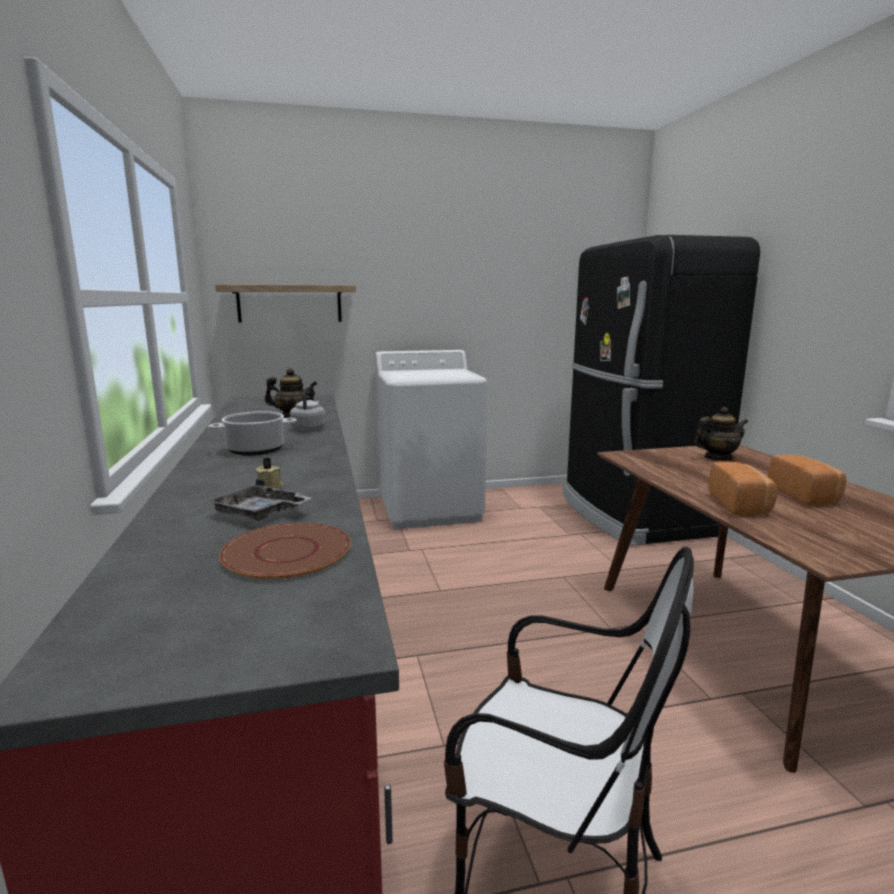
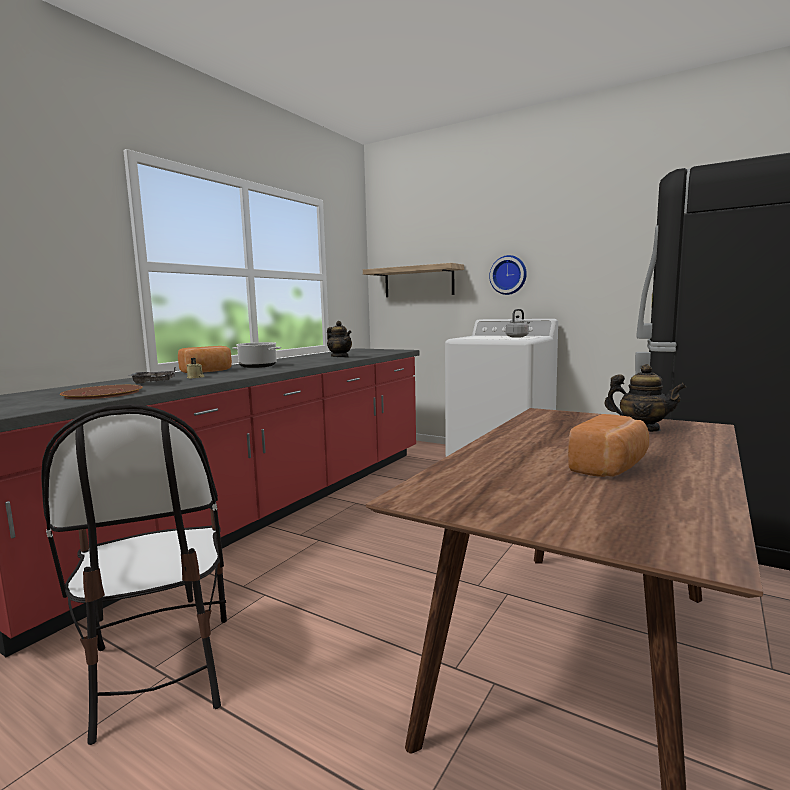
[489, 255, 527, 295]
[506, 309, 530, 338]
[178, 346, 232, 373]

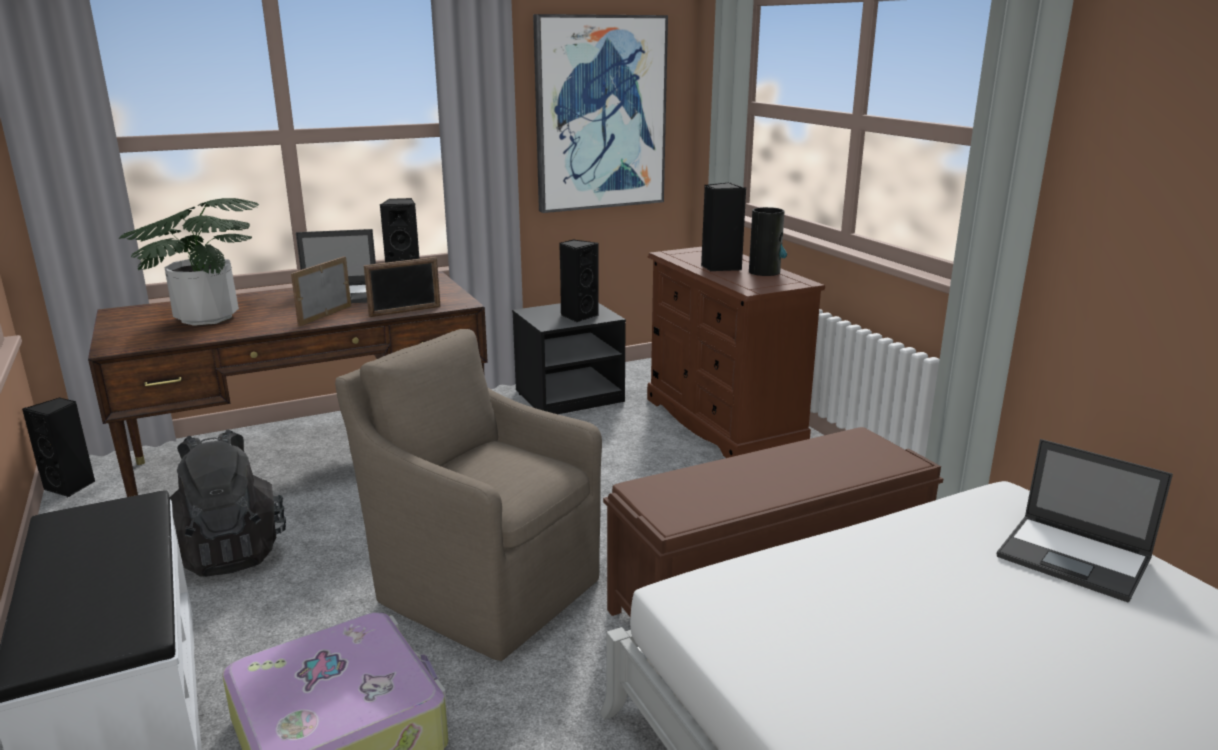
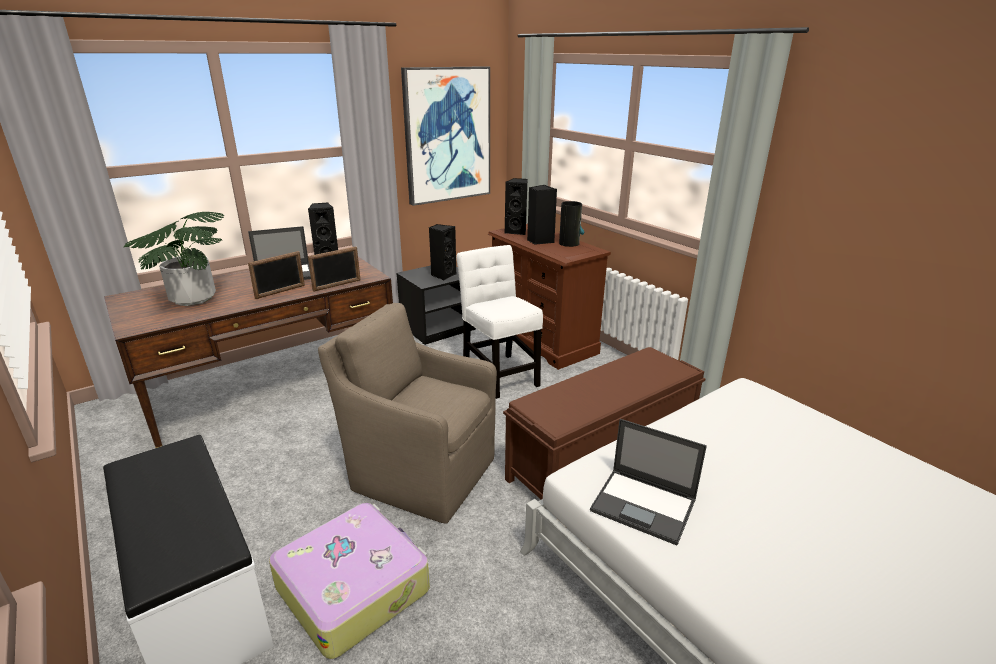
[170, 429, 286, 577] (first image)
[456, 245, 543, 399]
[505, 178, 527, 235]
[590, 419, 707, 545]
[248, 251, 305, 299]

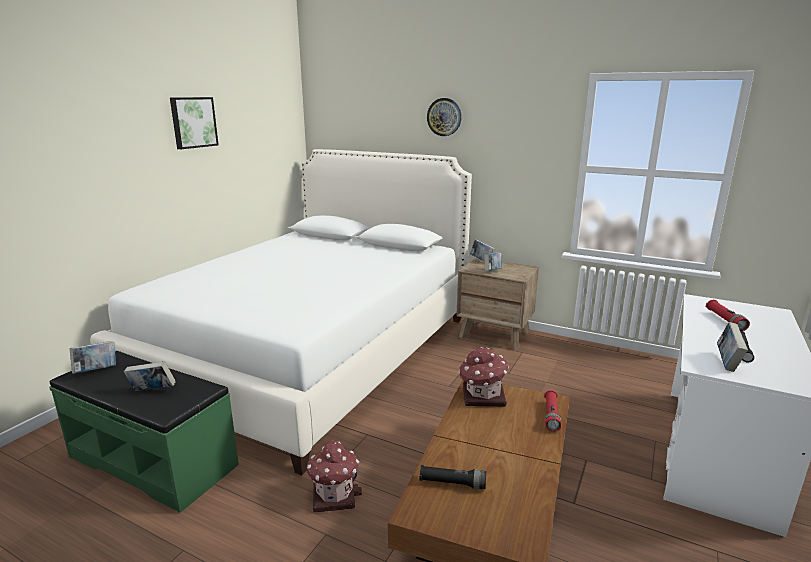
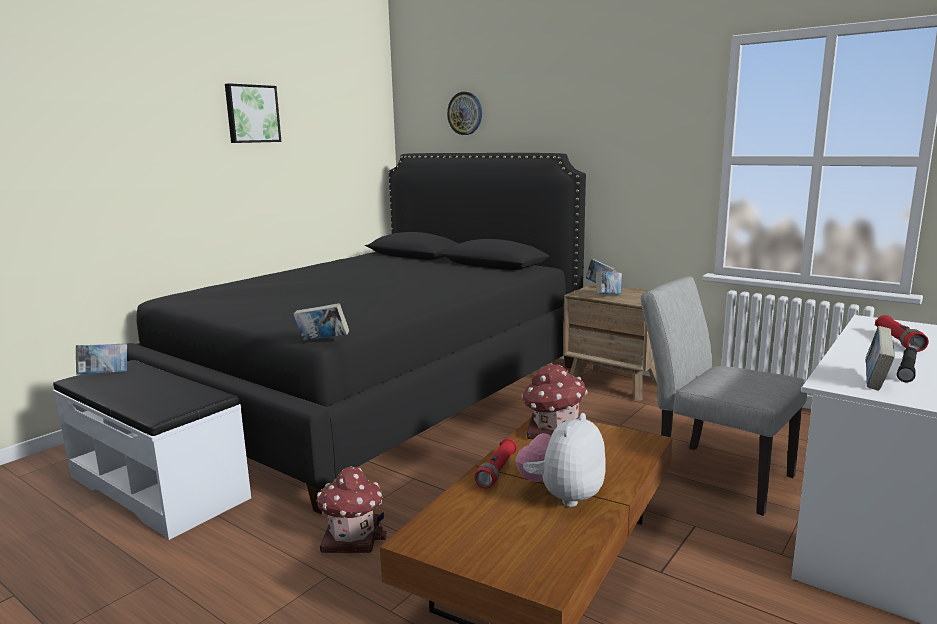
[420, 465, 486, 489] (first image)
[516, 413, 606, 507]
[641, 276, 807, 516]
[293, 303, 349, 341]
[447, 92, 482, 135]
[474, 438, 517, 488]
[53, 360, 251, 540]
[127, 153, 586, 514]

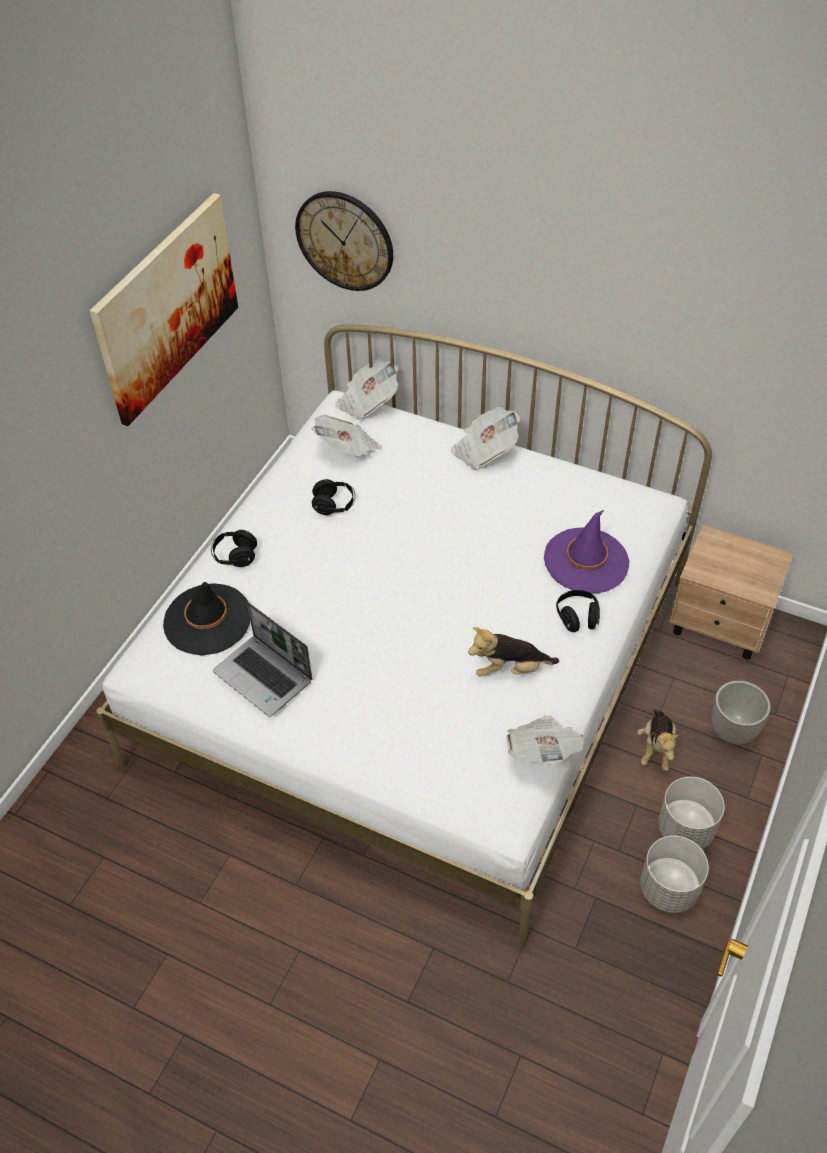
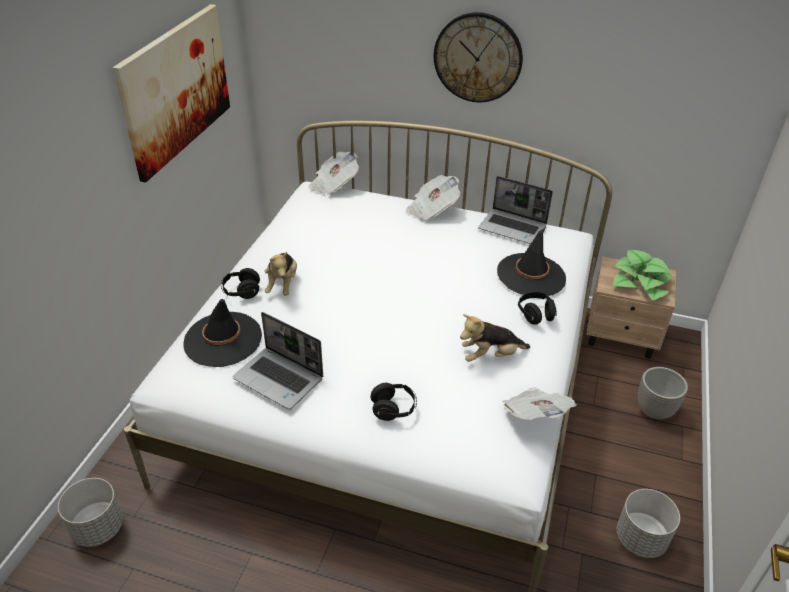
[311, 415, 382, 457] (first image)
[478, 176, 553, 244]
[613, 250, 673, 300]
[434, 12, 523, 103]
[371, 383, 417, 421]
[265, 252, 297, 296]
[58, 478, 123, 547]
[497, 228, 566, 296]

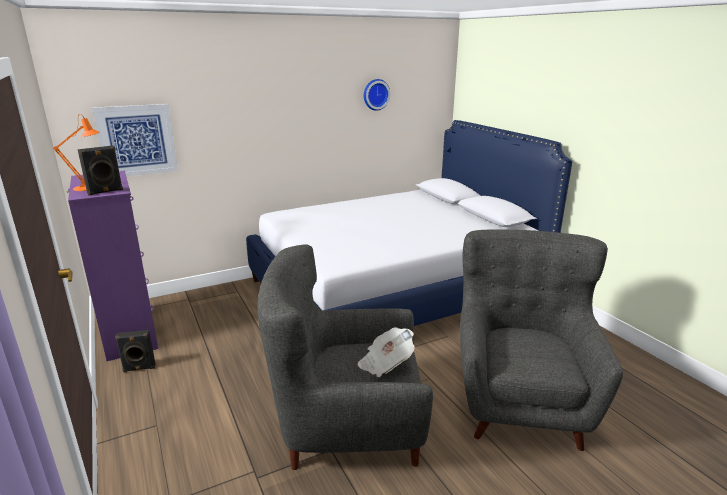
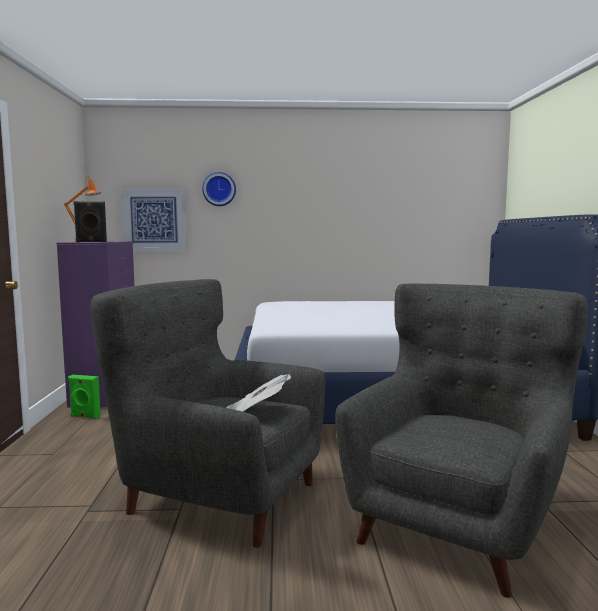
[202, 172, 236, 206]
[68, 375, 101, 418]

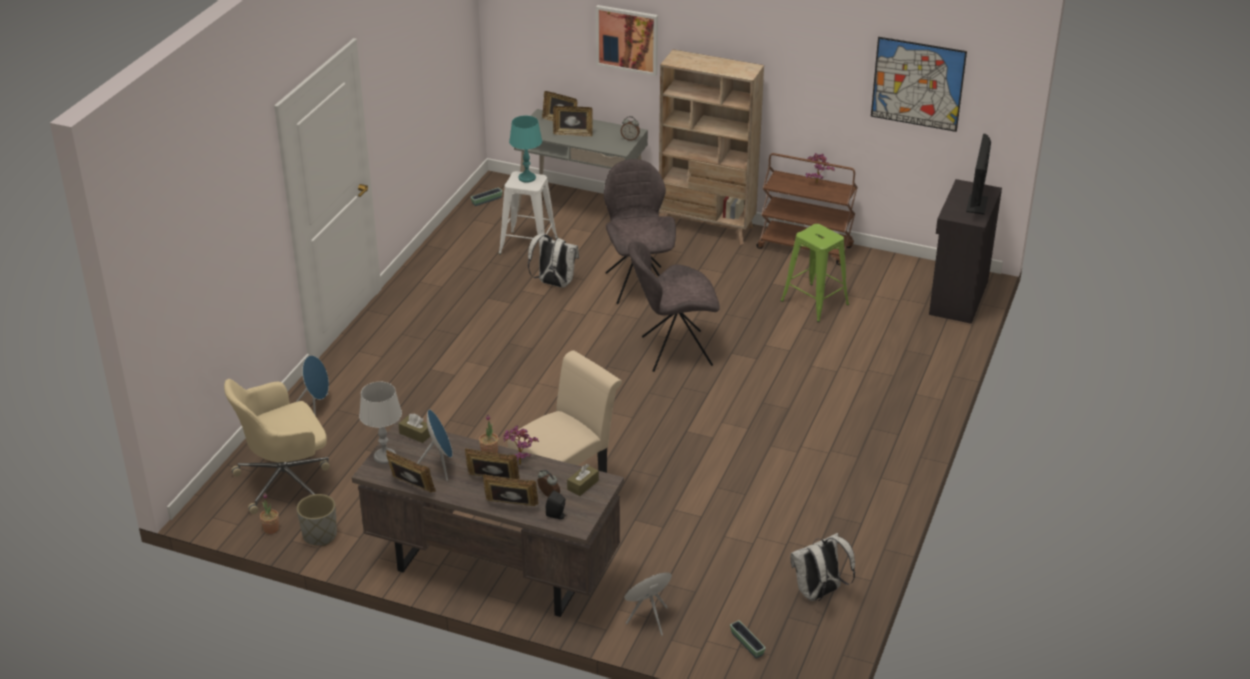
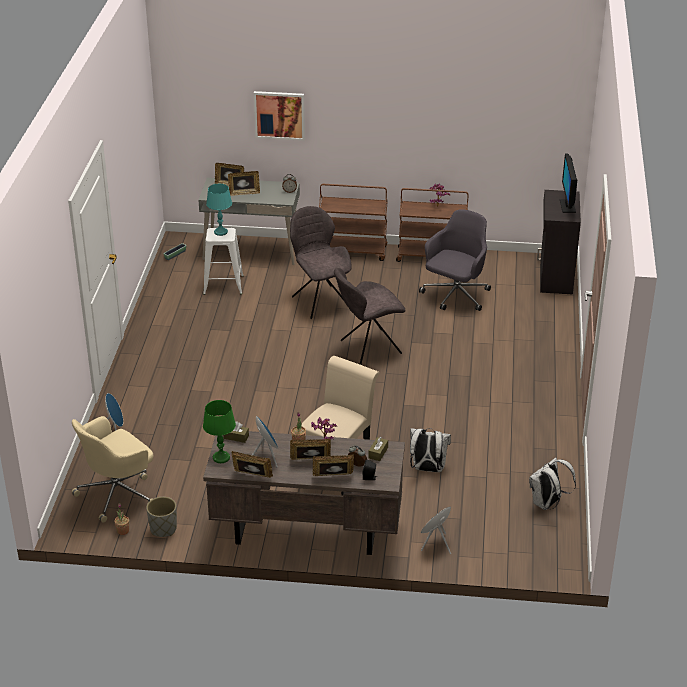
[730, 620, 766, 659] (first image)
[871, 37, 967, 132] (first image)
[410, 428, 451, 472]
[319, 184, 388, 261]
[419, 209, 491, 311]
[203, 400, 236, 463]

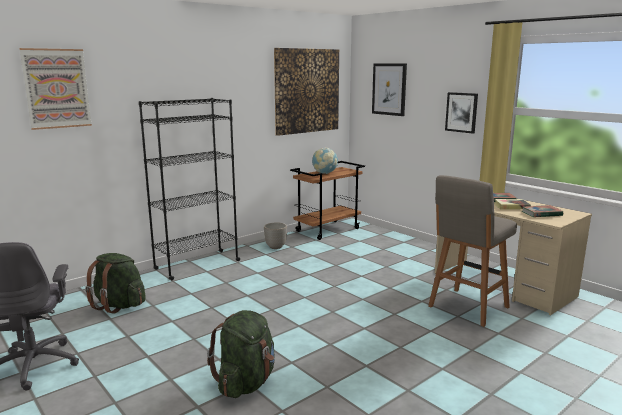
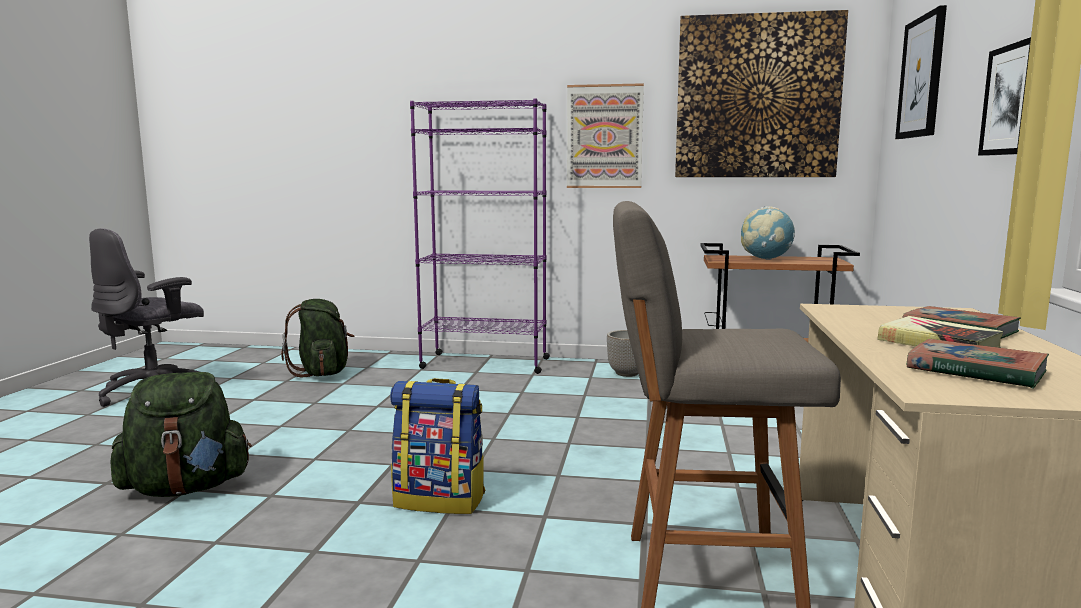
[390, 378, 485, 514]
[567, 83, 644, 188]
[410, 99, 550, 374]

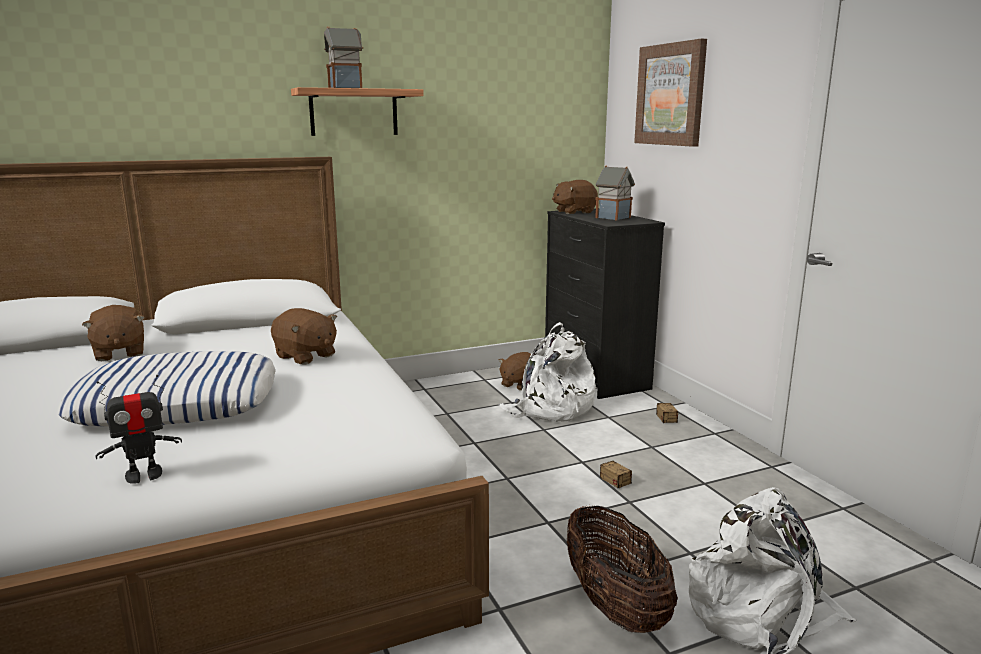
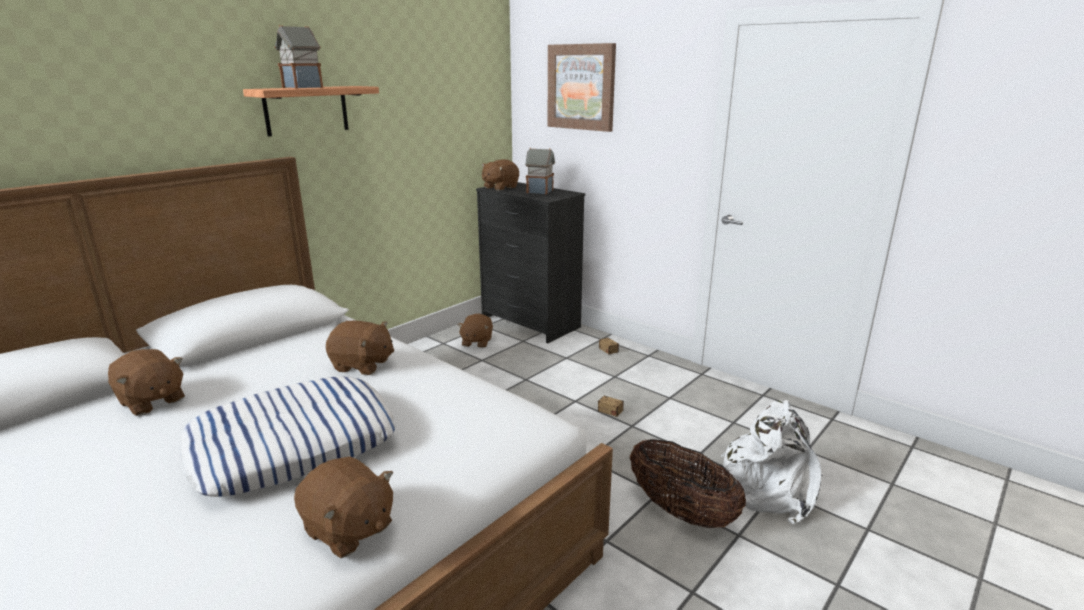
[499, 322, 596, 422] (first image)
[294, 456, 393, 558]

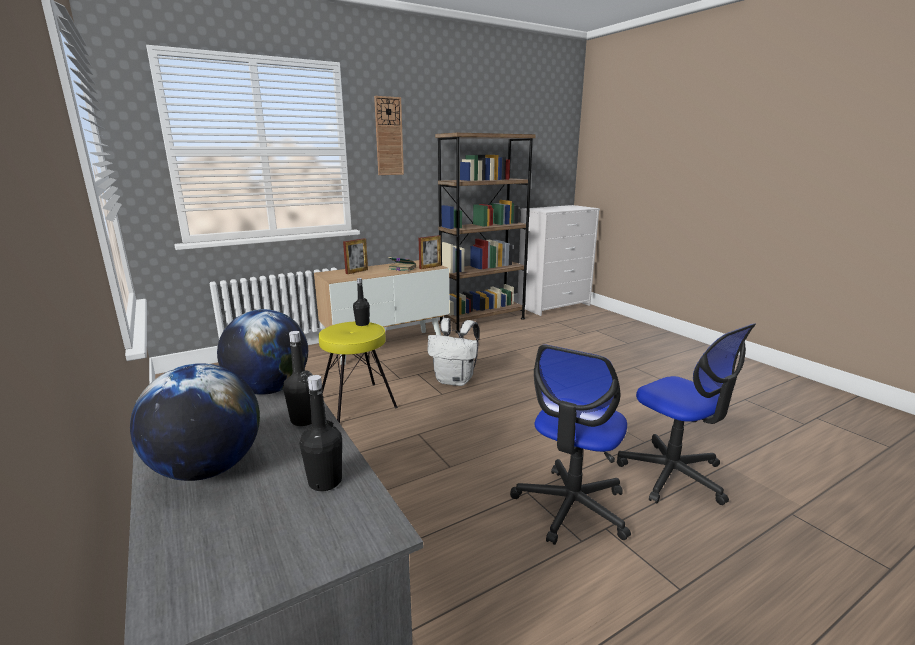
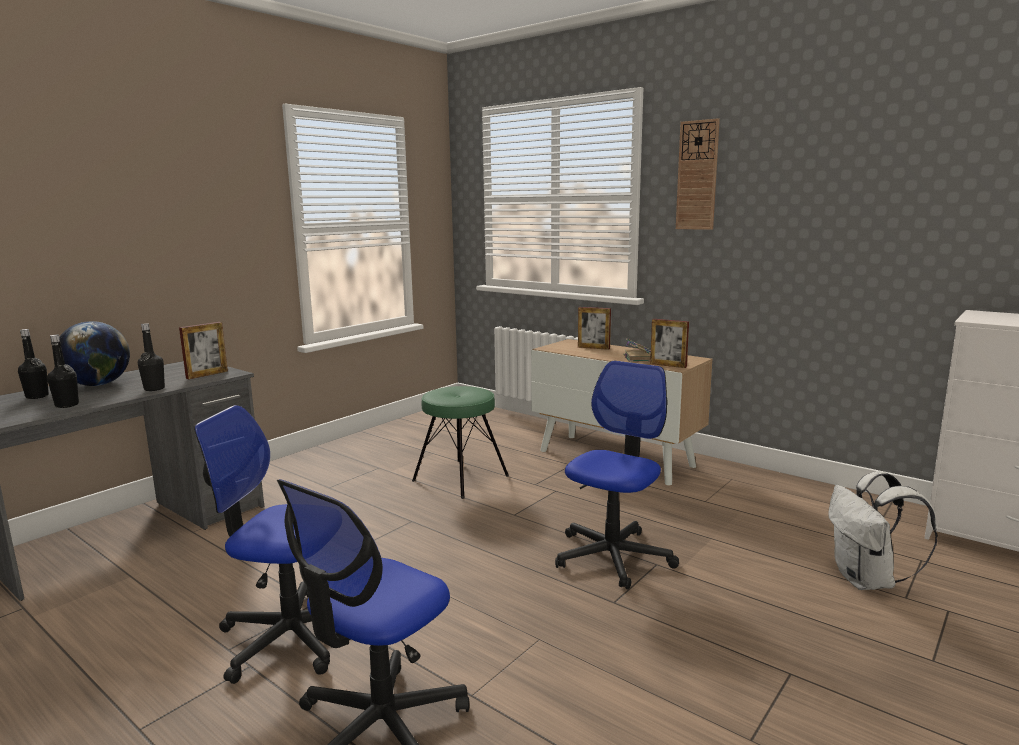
[435, 133, 536, 333] (first image)
[555, 361, 679, 590]
[18, 329, 49, 399]
[828, 471, 938, 590]
[179, 322, 228, 379]
[412, 386, 509, 499]

